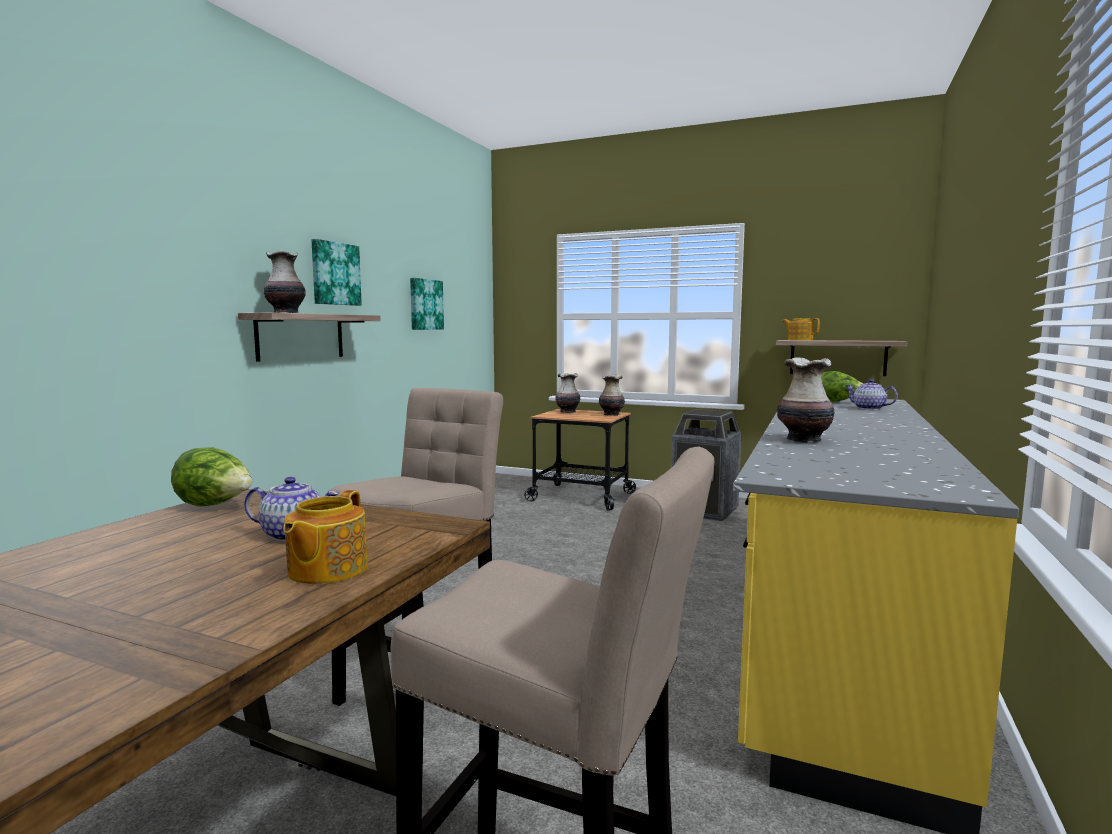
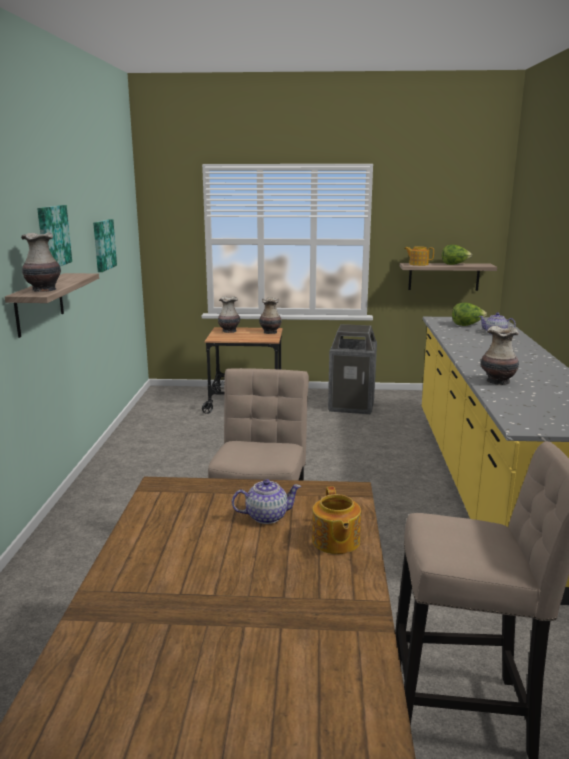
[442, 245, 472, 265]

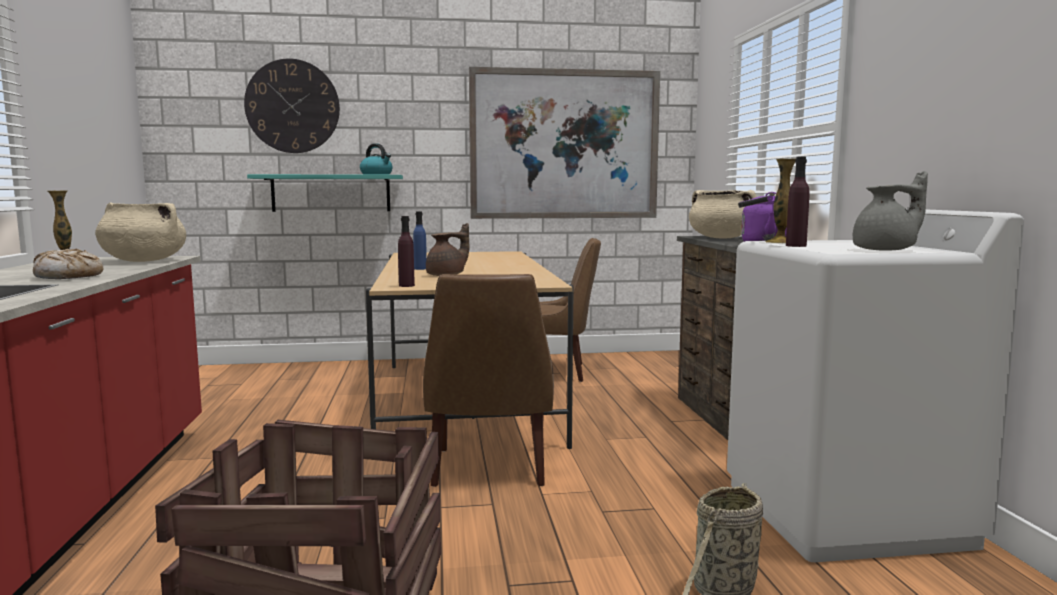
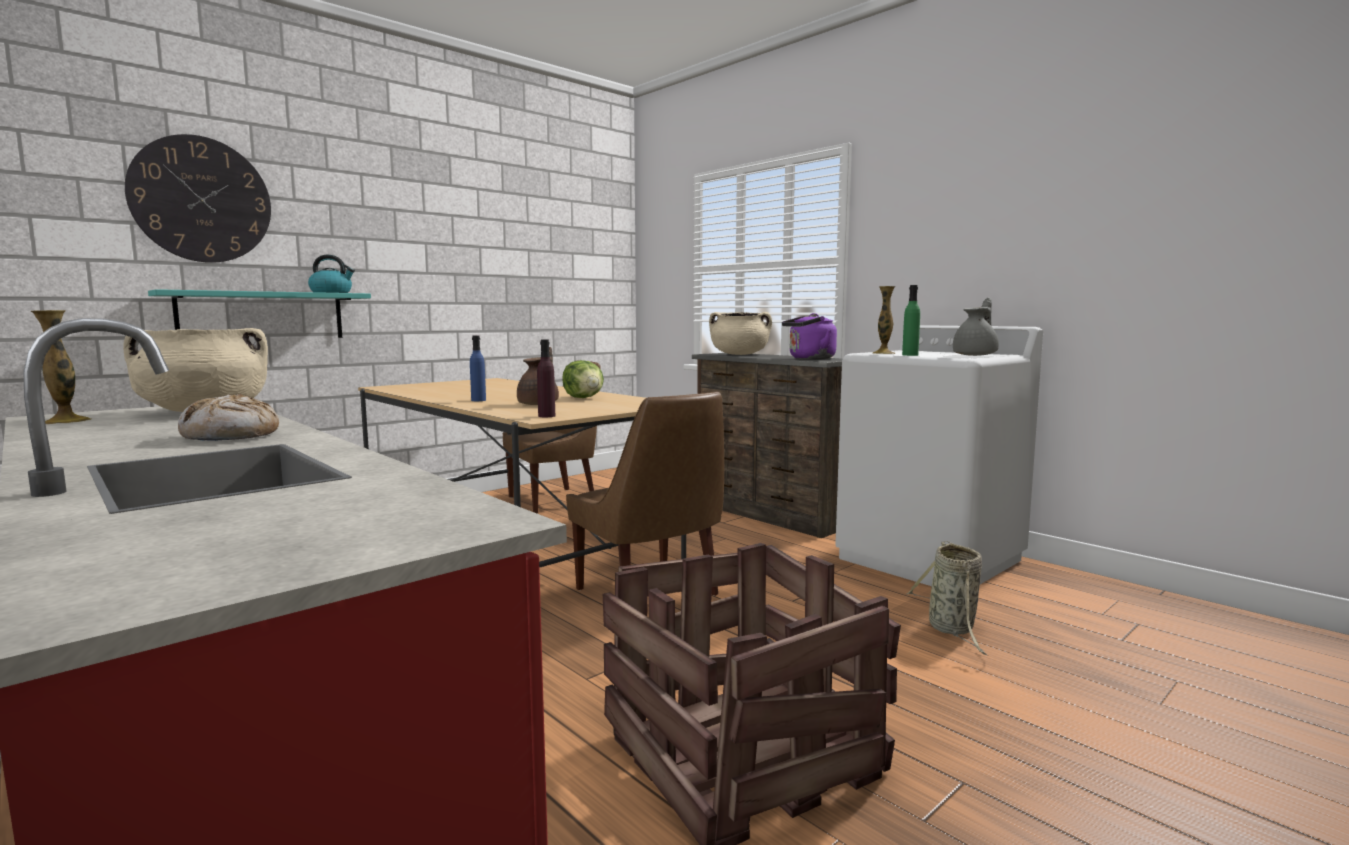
[469, 67, 660, 219] (first image)
[562, 360, 604, 398]
[902, 285, 920, 356]

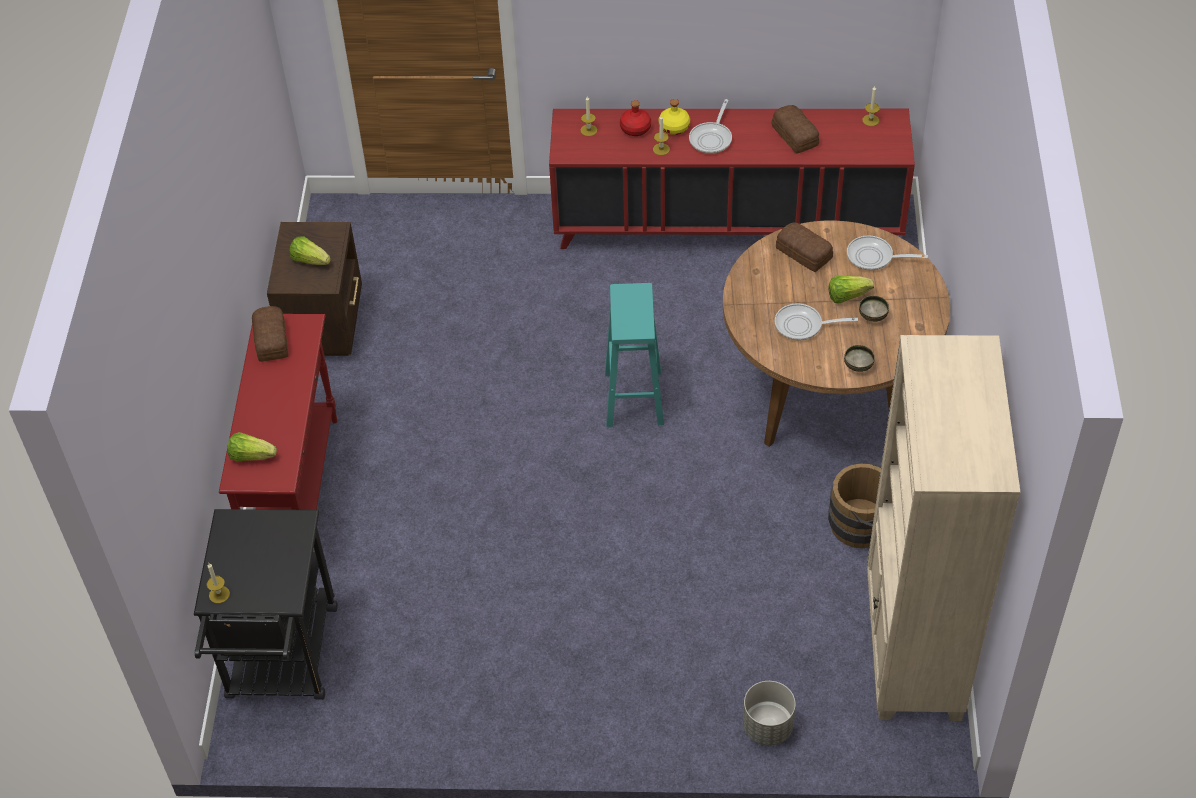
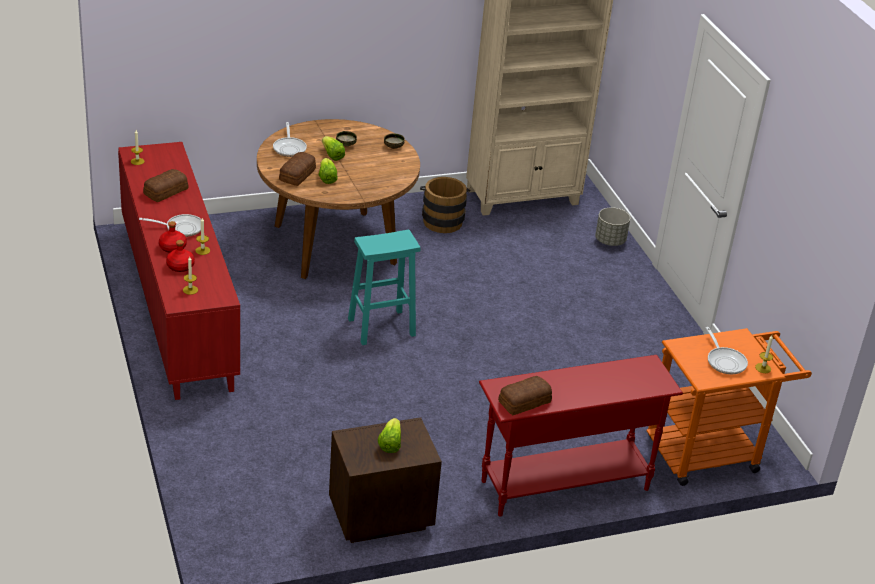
[318, 158, 338, 184]
[706, 327, 748, 374]
[646, 328, 812, 486]
[159, 221, 187, 253]

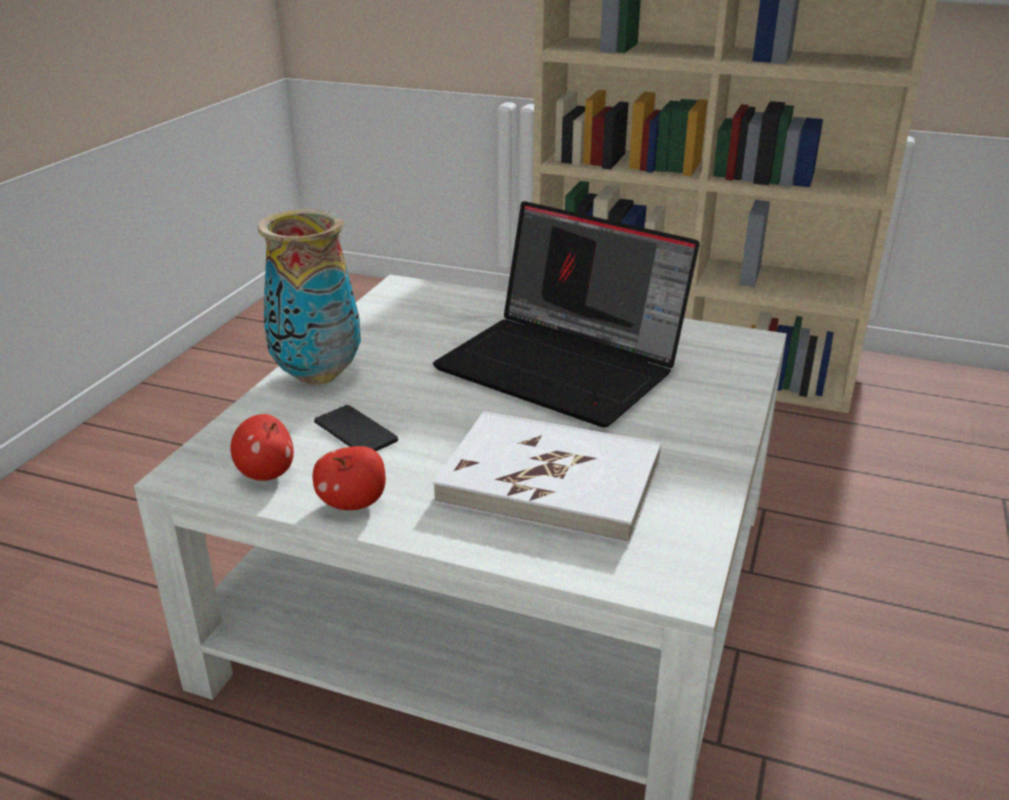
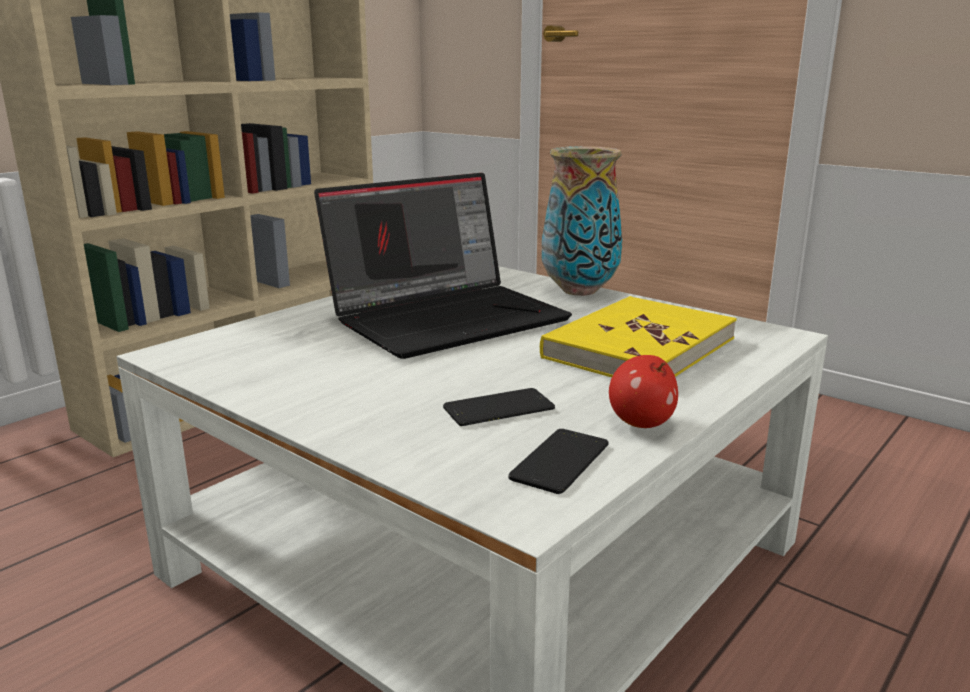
[542, 146, 622, 296]
[508, 429, 609, 494]
[540, 296, 737, 377]

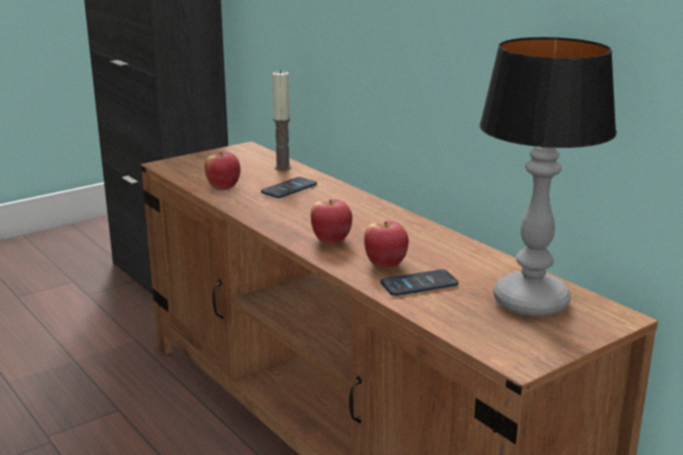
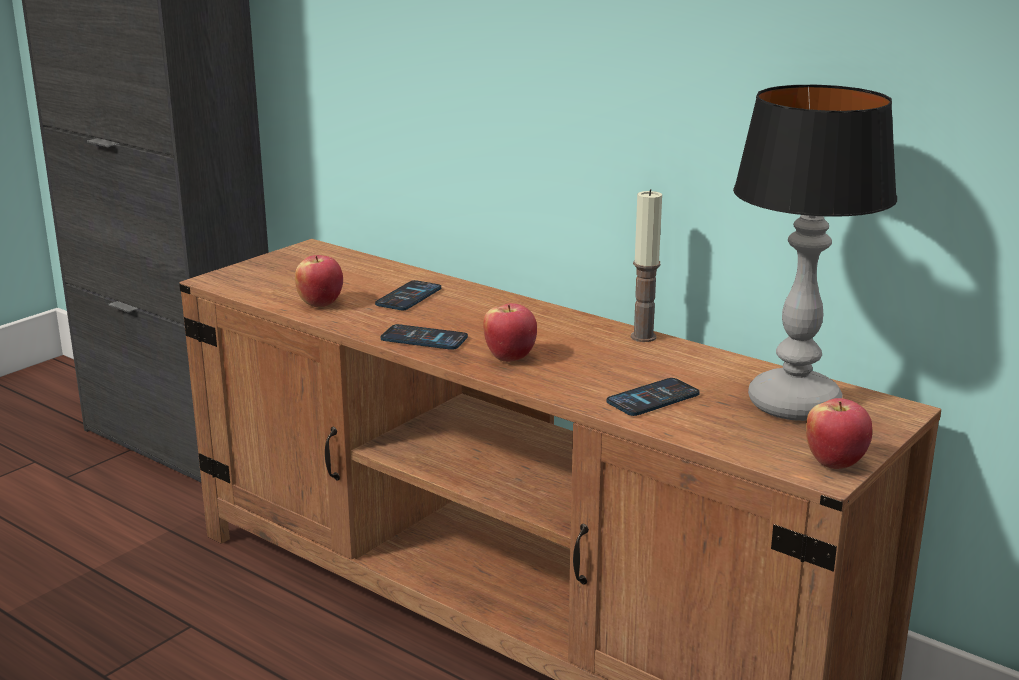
[381, 324, 468, 350]
[631, 189, 662, 342]
[806, 398, 872, 469]

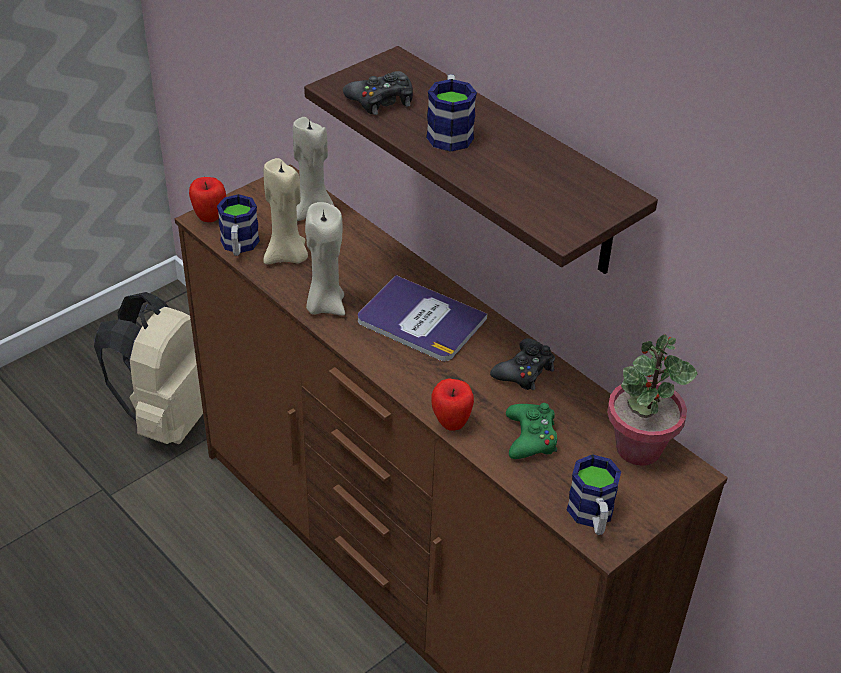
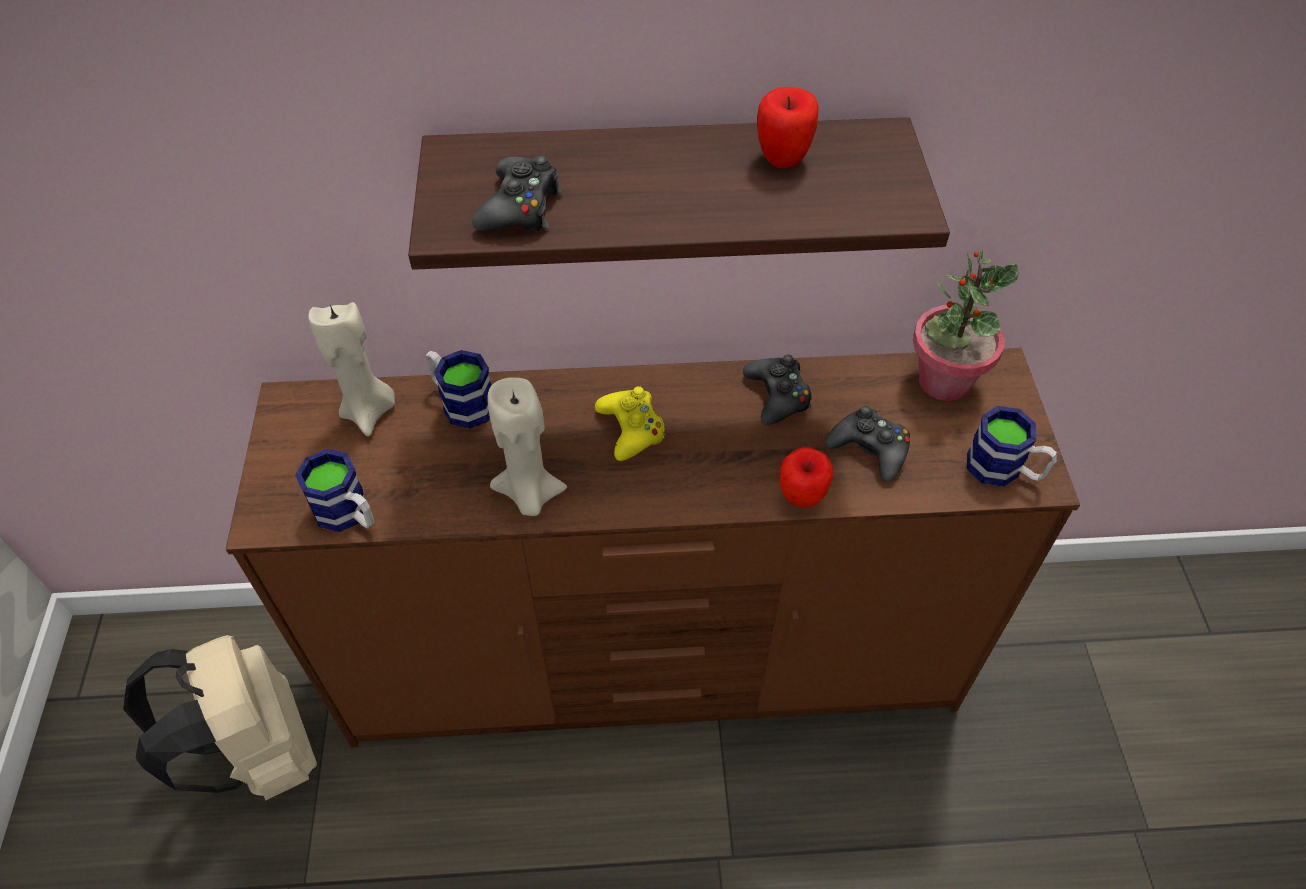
[263, 158, 308, 264] (first image)
[757, 87, 819, 168]
[426, 350, 492, 429]
[595, 386, 666, 461]
[825, 406, 910, 482]

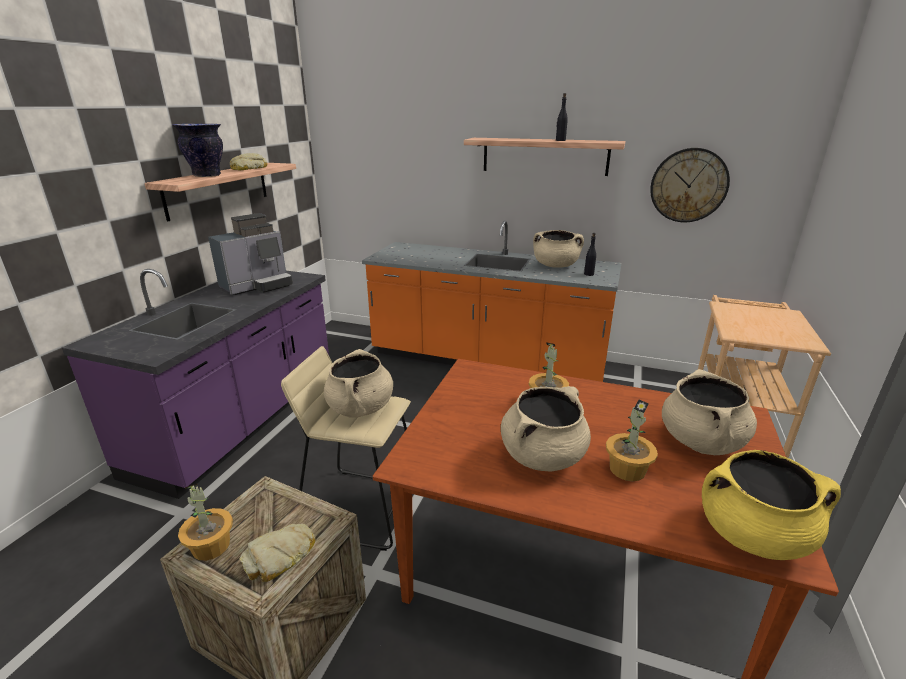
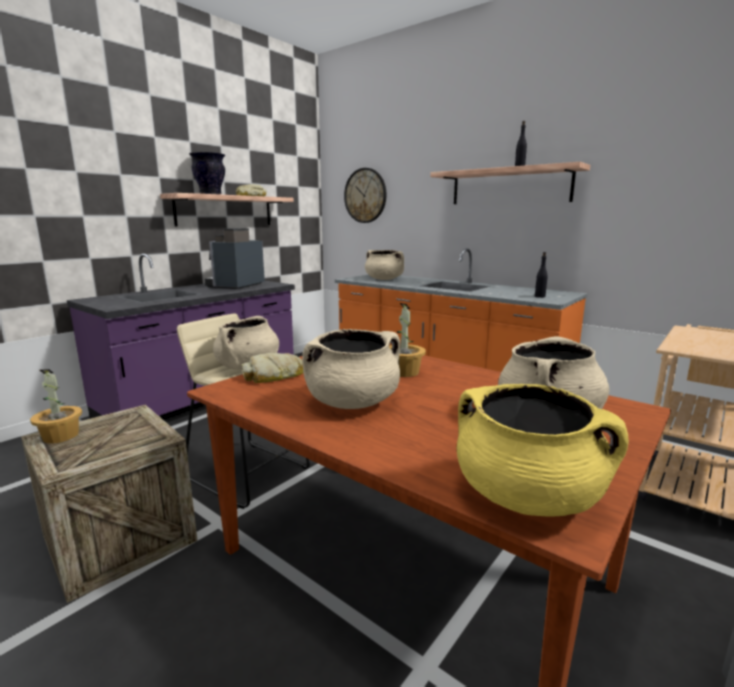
[606, 400, 658, 481] (first image)
[241, 353, 303, 383]
[365, 250, 404, 280]
[344, 168, 387, 223]
[204, 228, 265, 289]

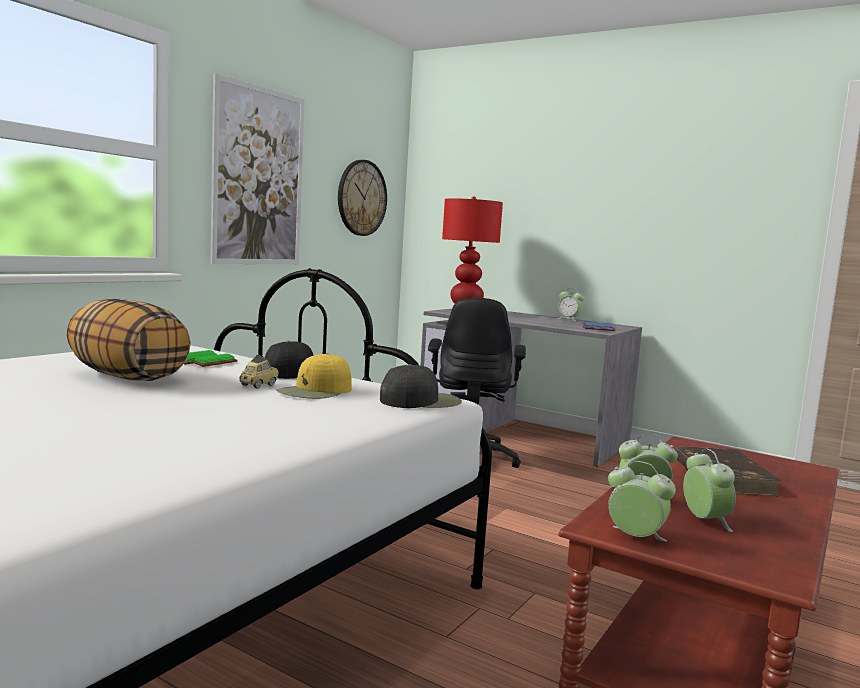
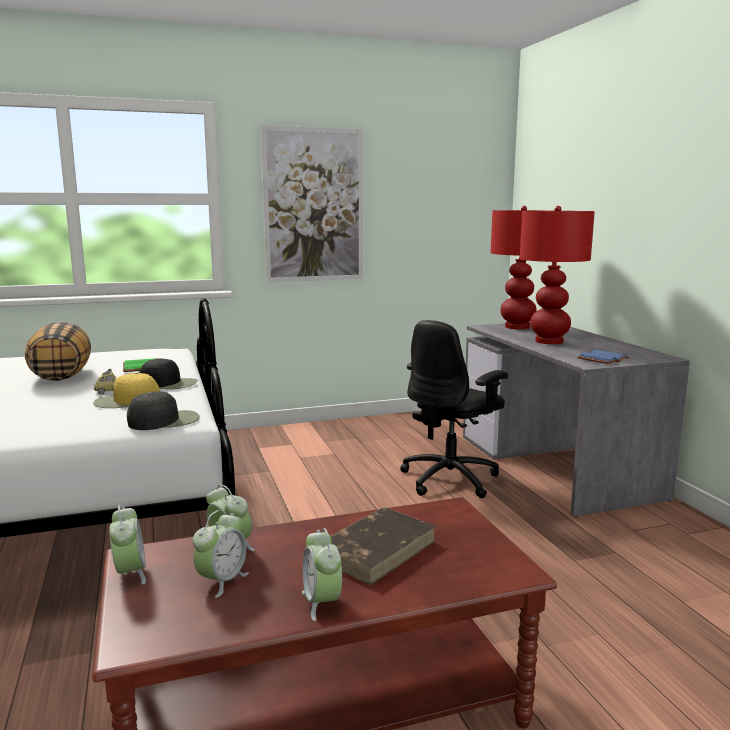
[338, 160, 387, 236] (first image)
[520, 206, 595, 344]
[302, 528, 342, 621]
[127, 391, 200, 430]

